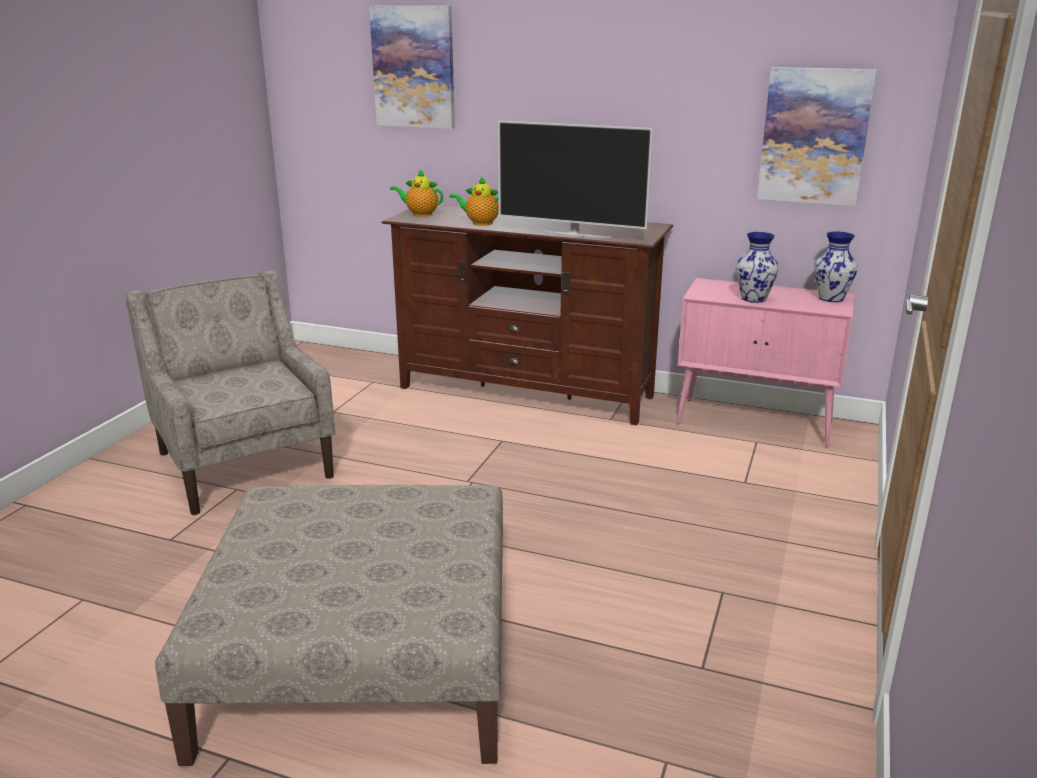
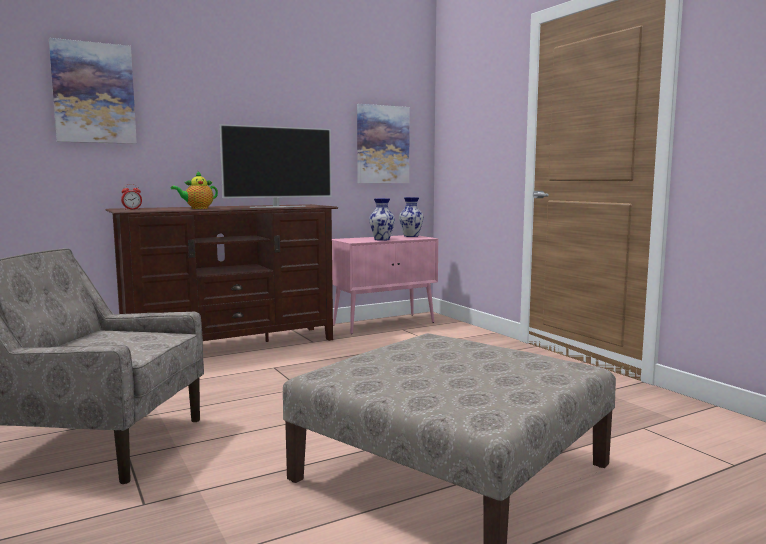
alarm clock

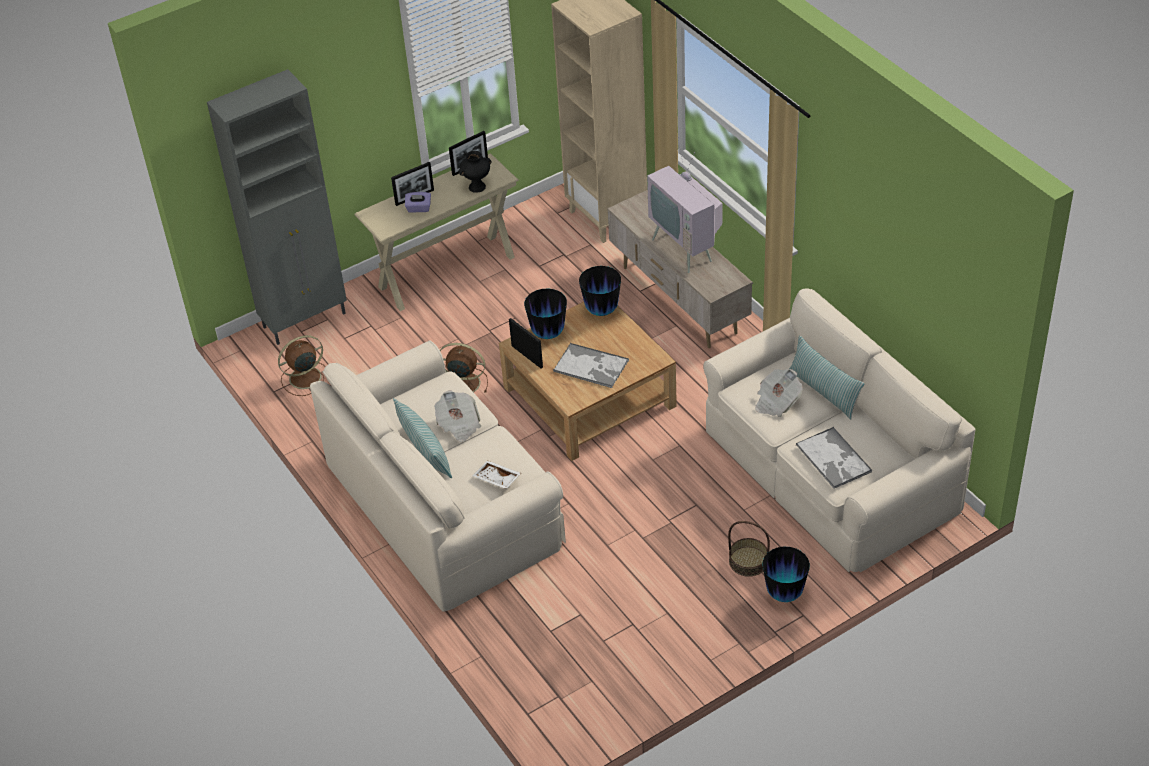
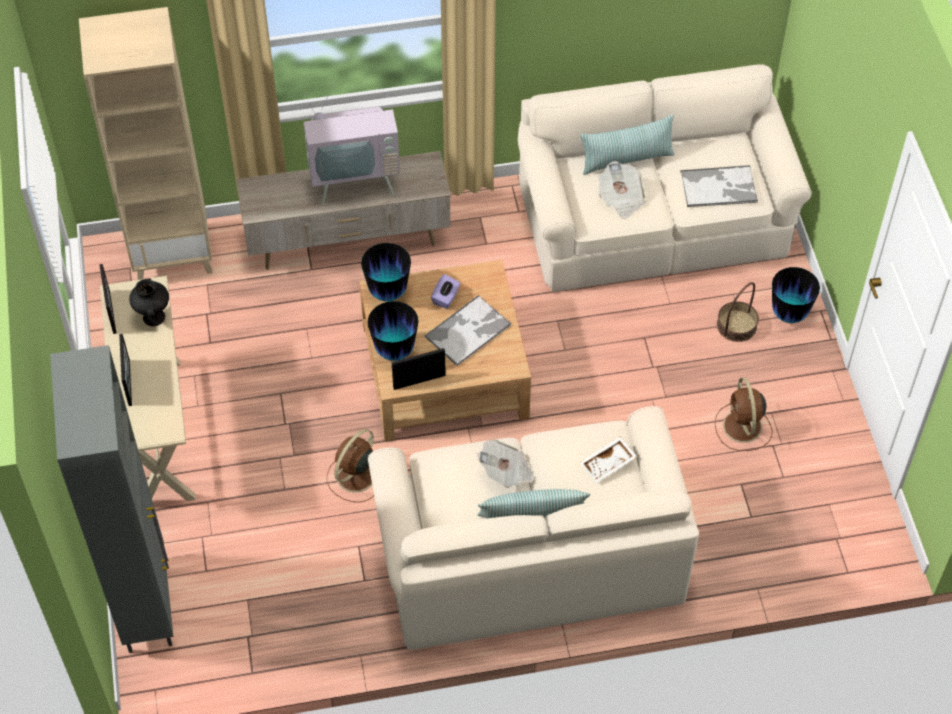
fan (brown) (2nd from left)
tissue box (purple)

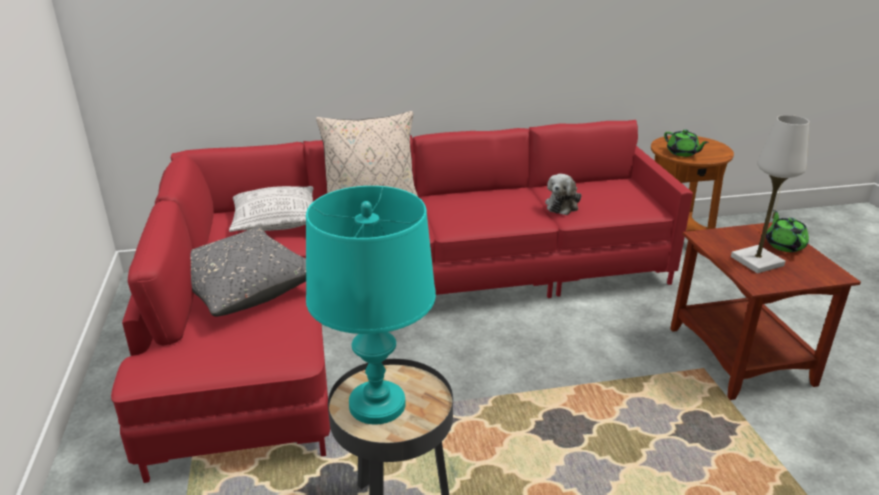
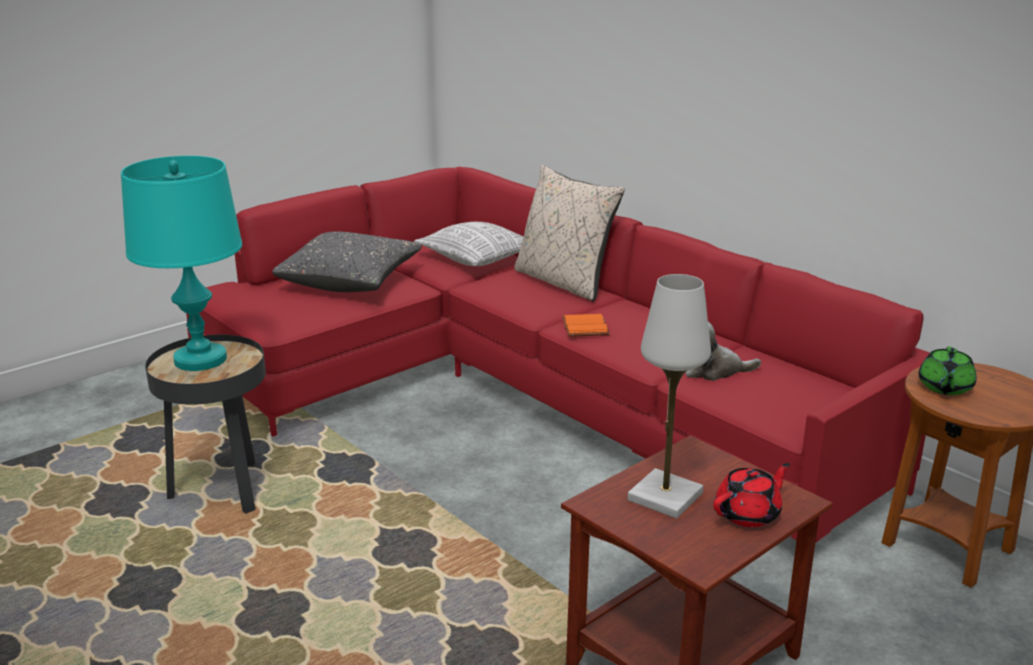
book (orange)
teapot (red)

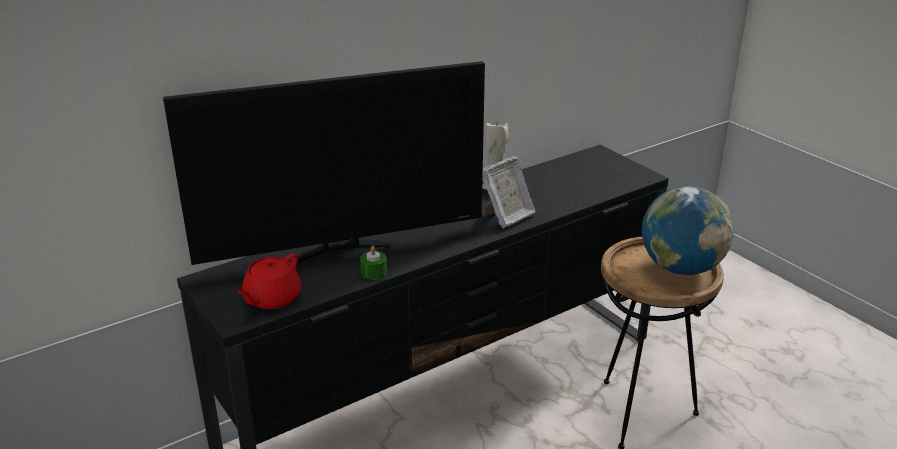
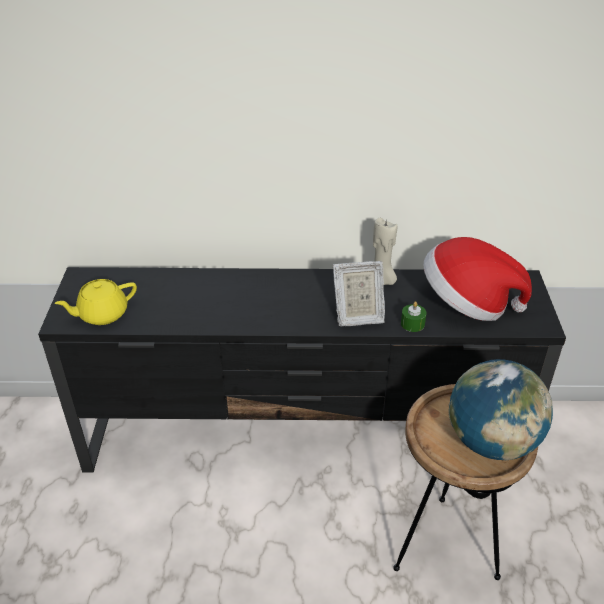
television
hat
candle (green)
teapot (yellow)

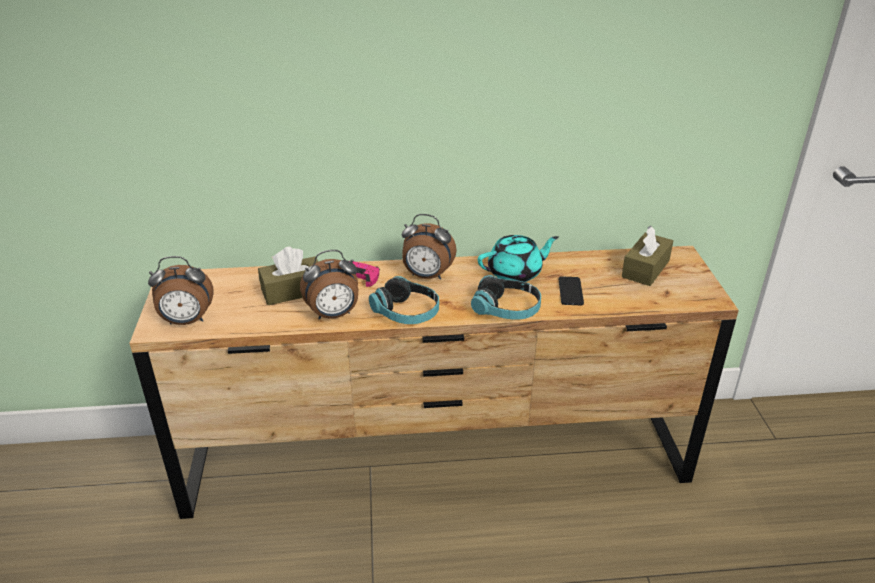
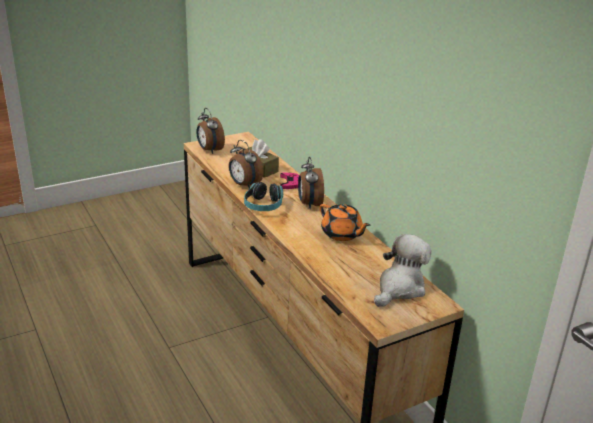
headphones (2nd from left in the first image)
phone
plush toy
teapot (orange)

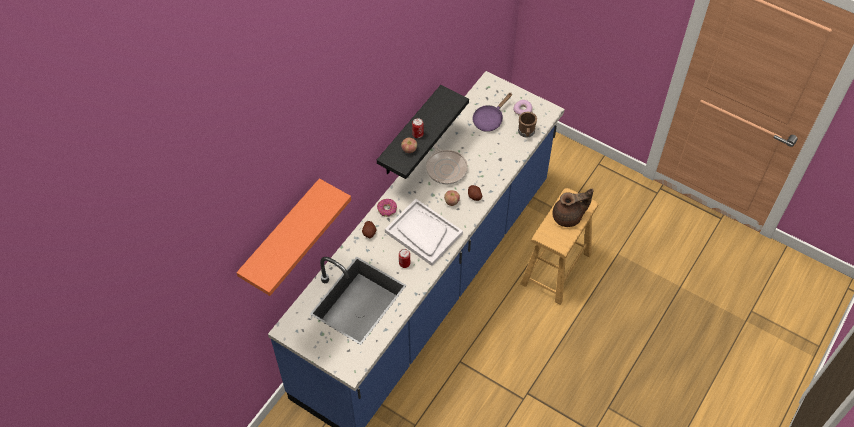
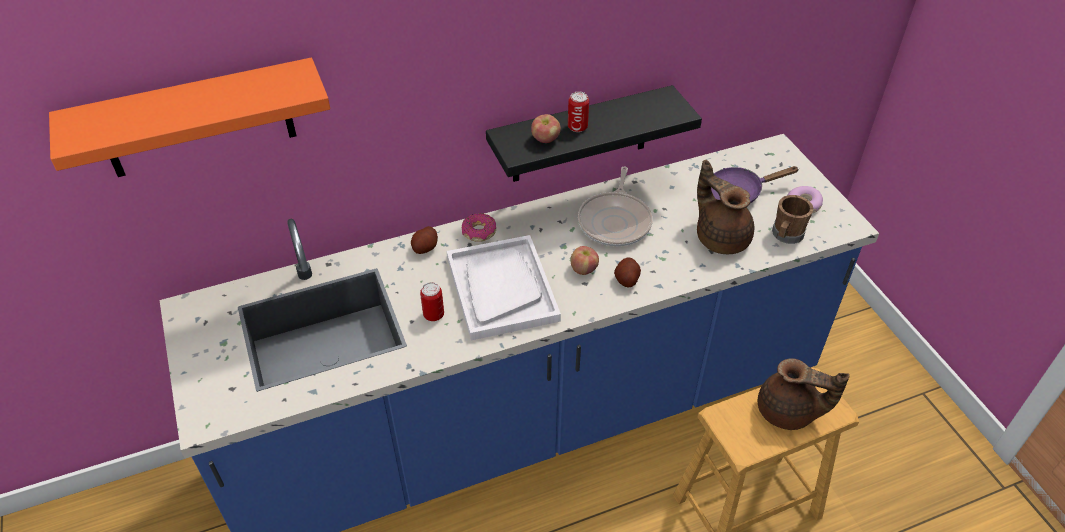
teapot (brown) (1st from left)

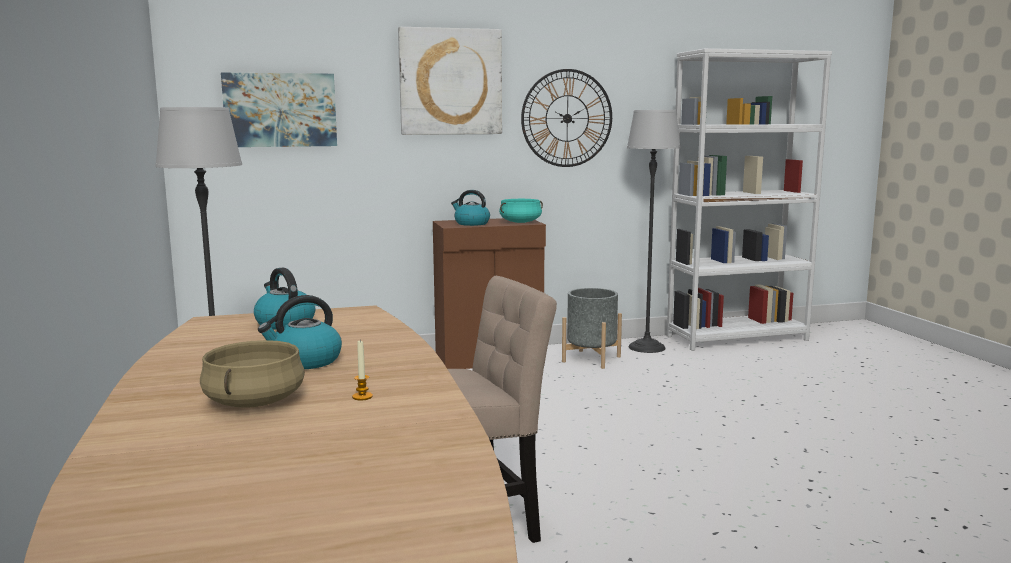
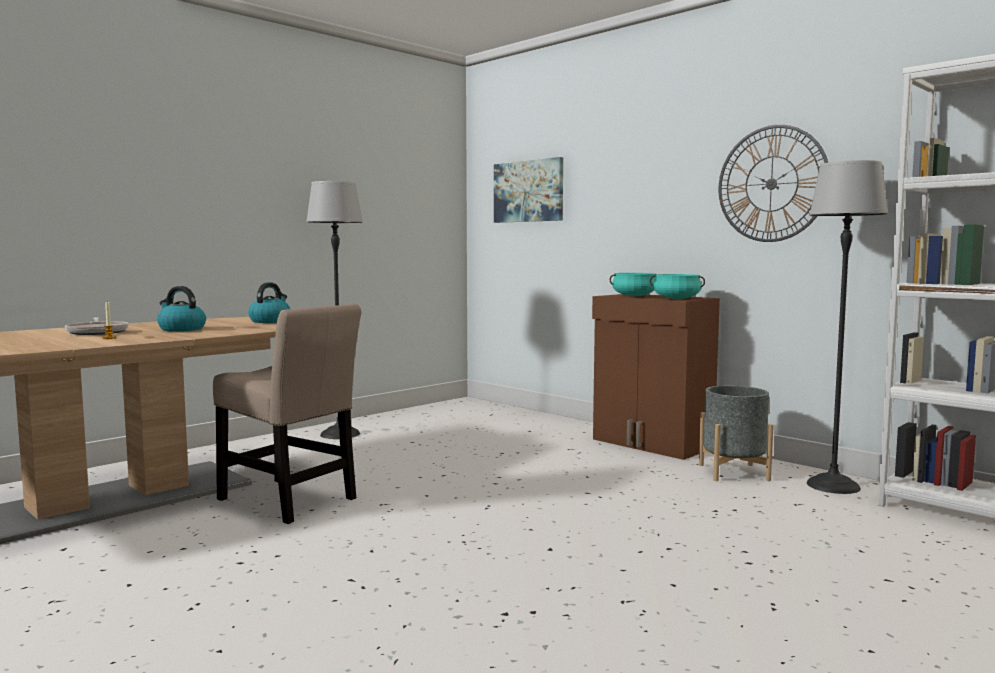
picture (2nd from left in the first image)
frying pan
cooking pot (turquoise) (1st from left)

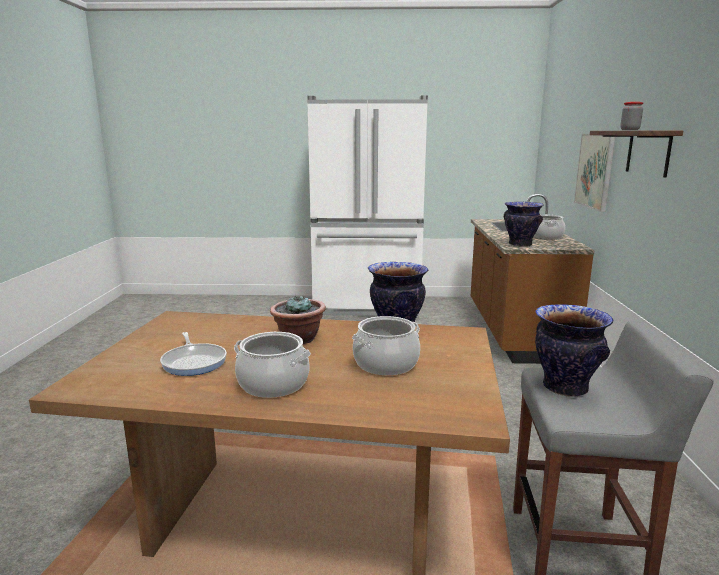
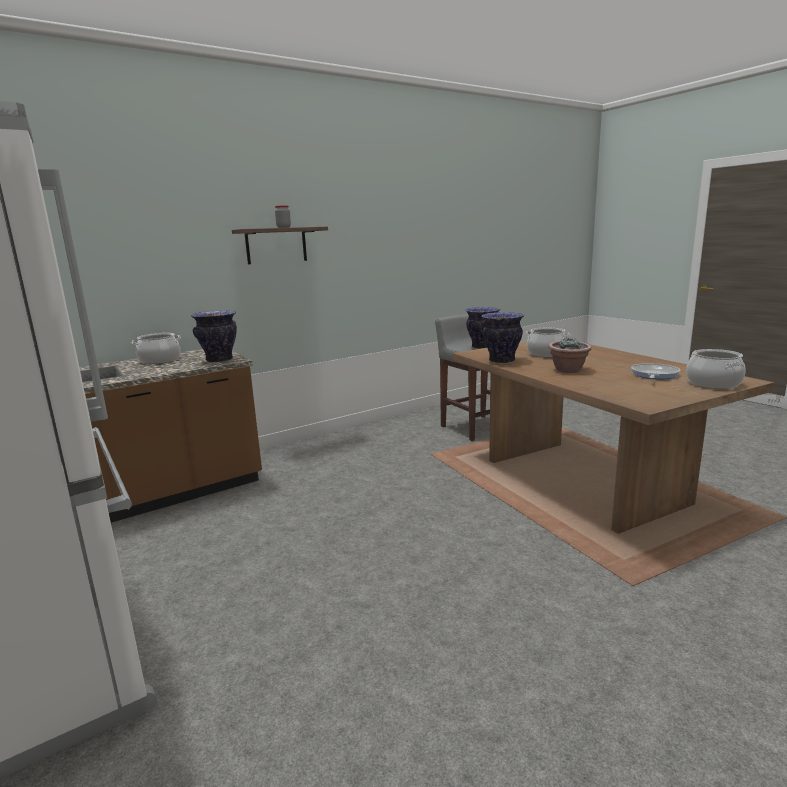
picture
cooking pot (3rd from left)

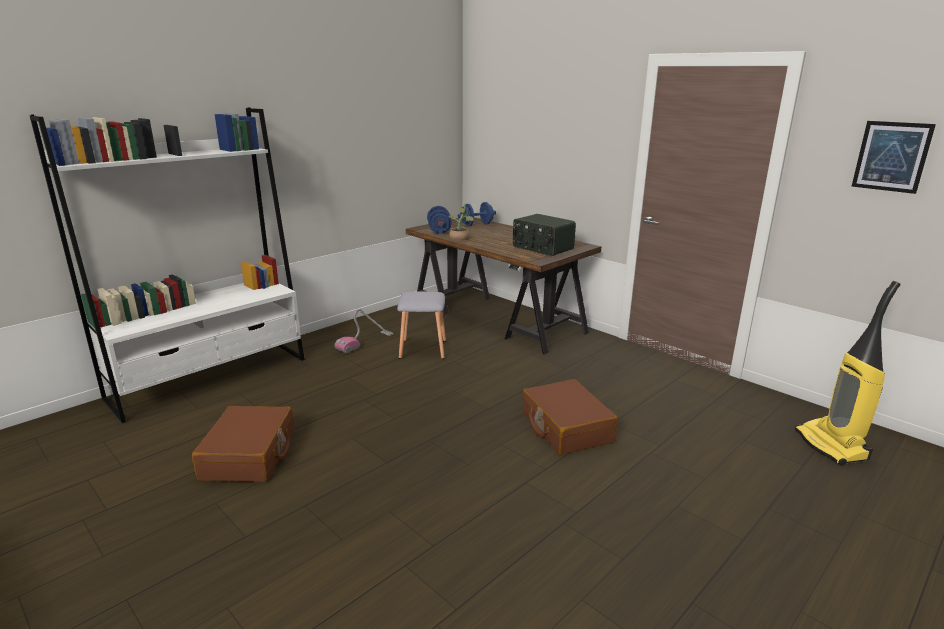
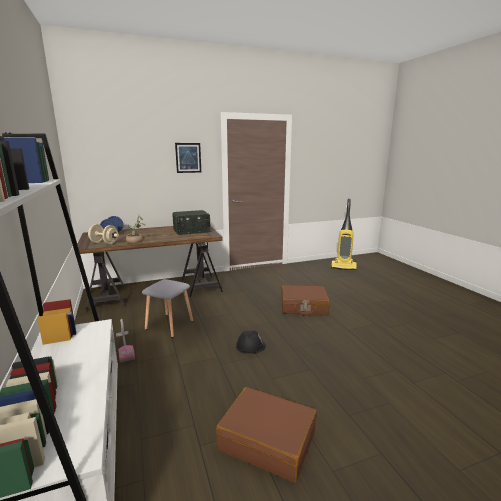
hard hat (black)
picture
dumbbell (beige)

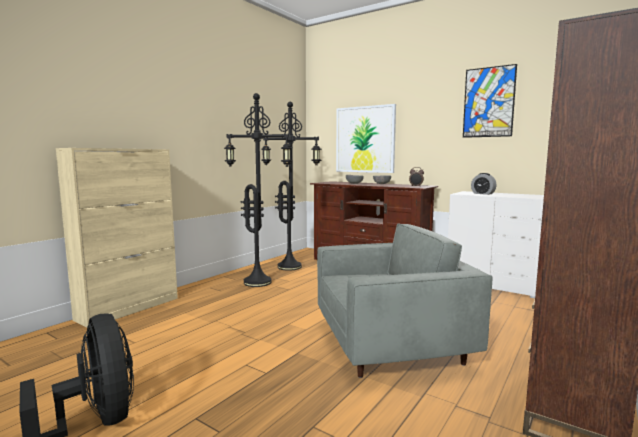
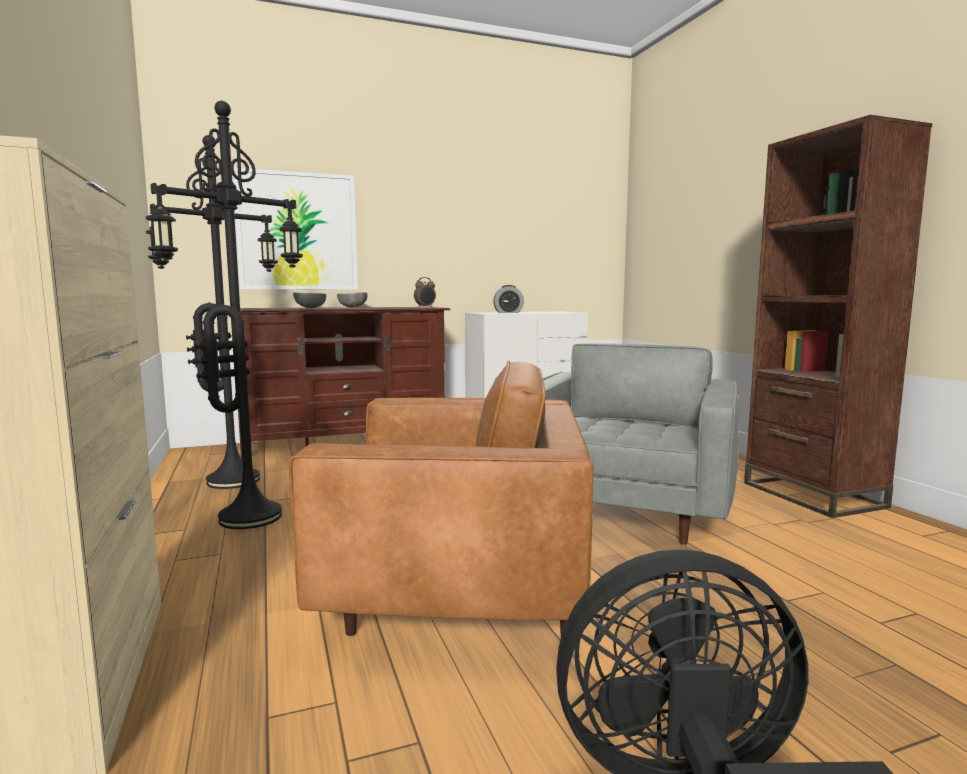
picture (2nd from left in the first image)
armchair (brown)

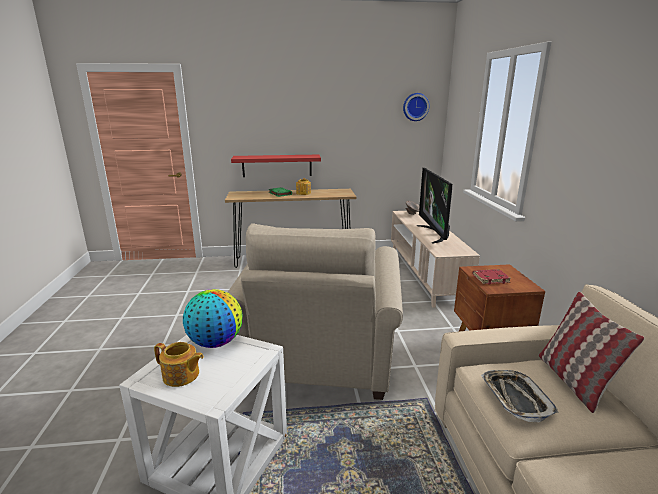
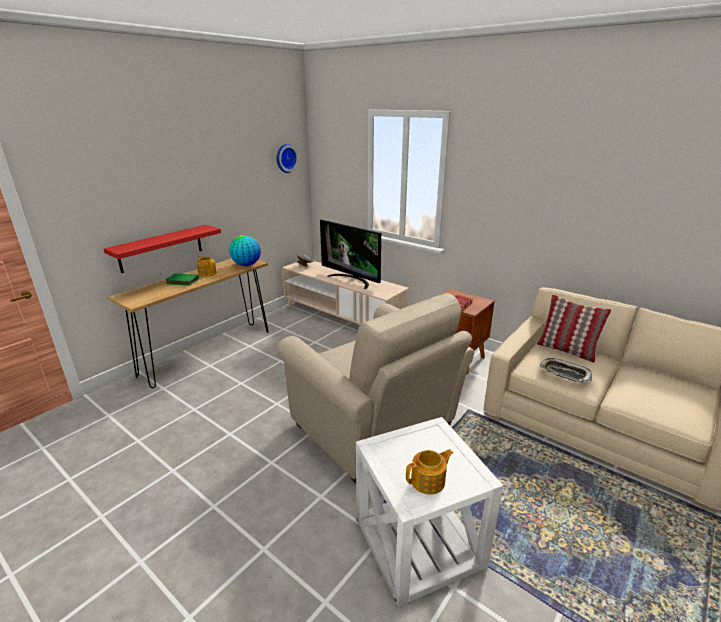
globe

